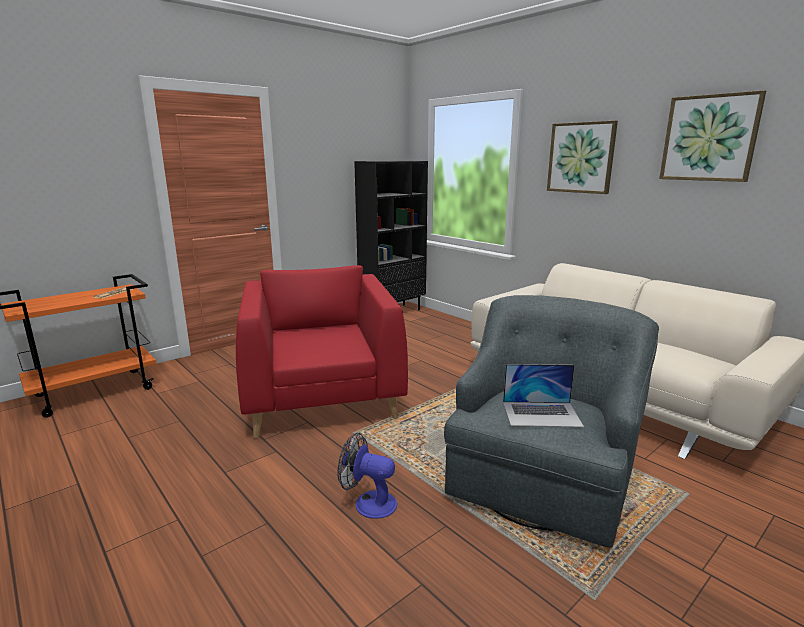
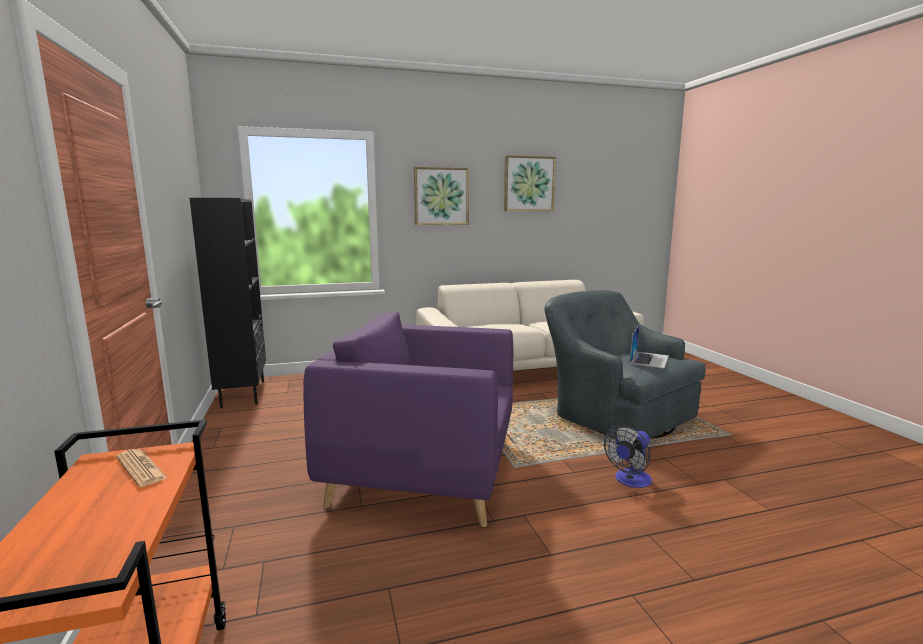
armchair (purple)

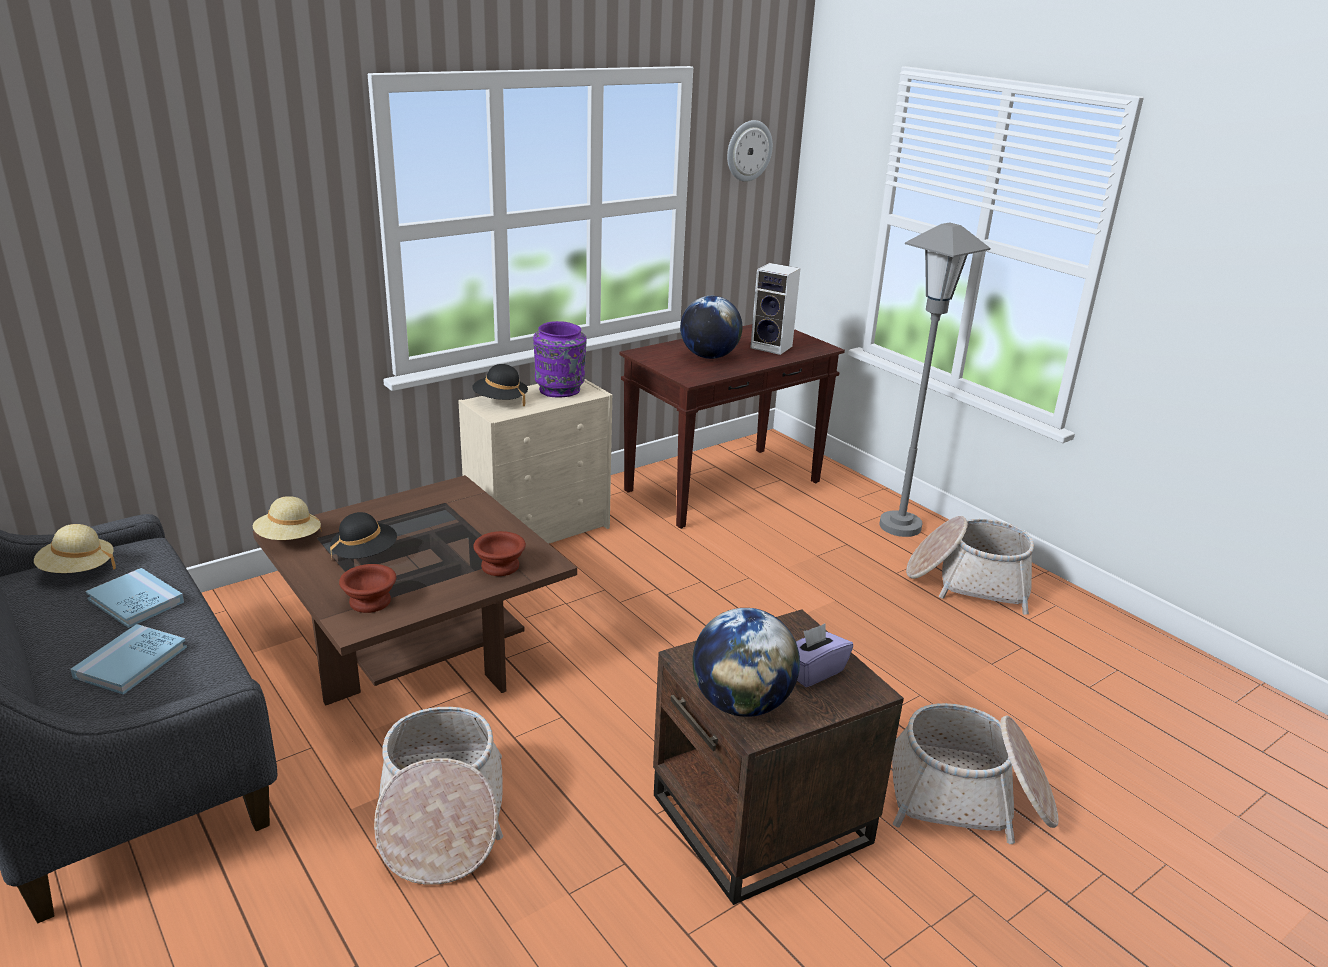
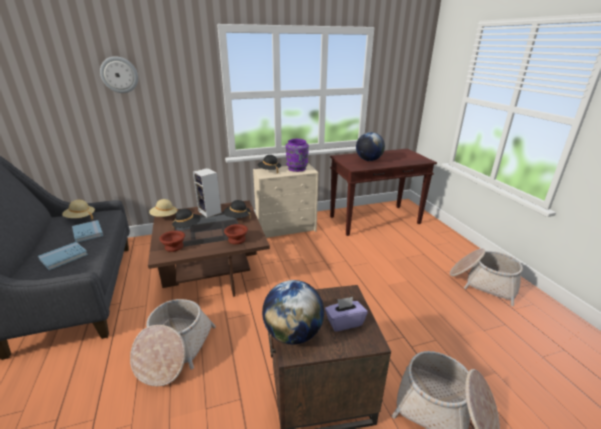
floor lamp (grey)
hat (black) (2nd from left)
wall clock
speaker

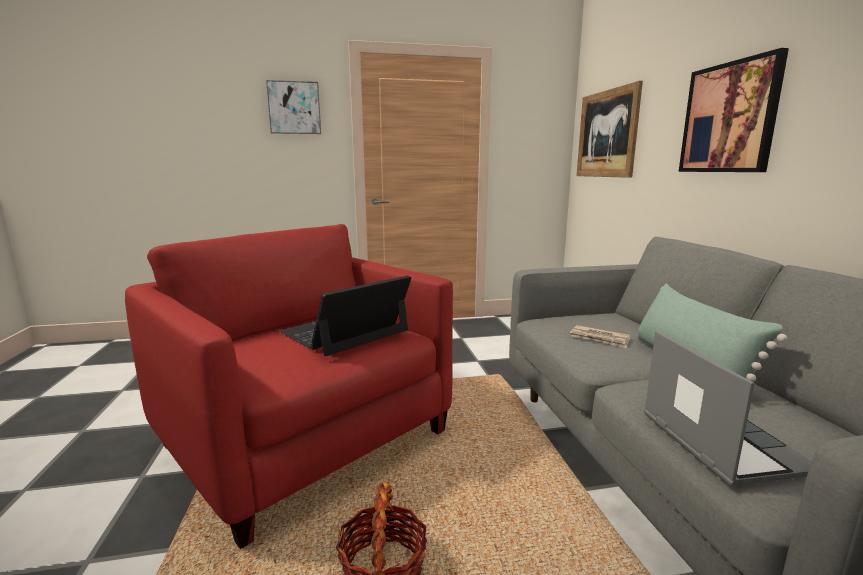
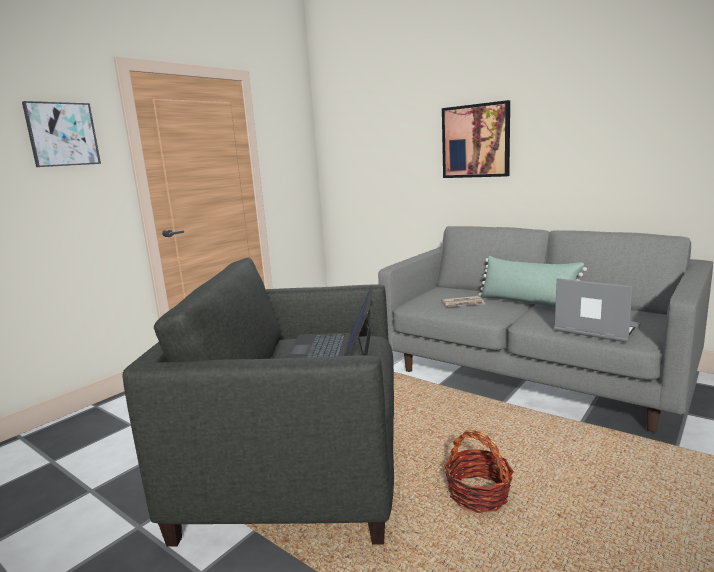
picture (2nd from left in the first image)
armchair (grey)

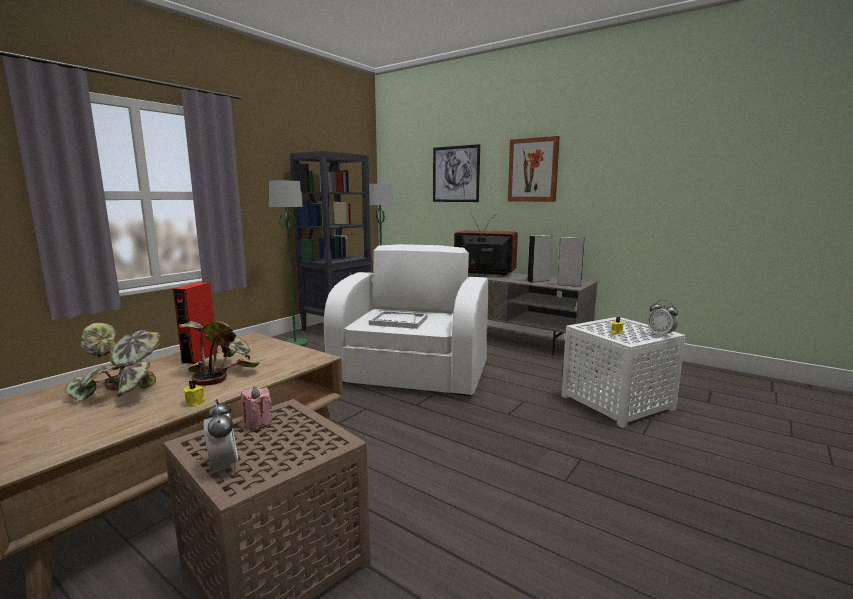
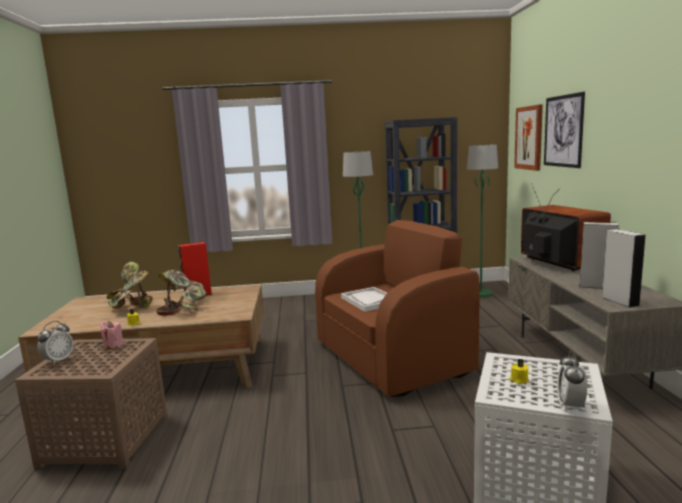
picture (1st from left)
armchair (brown)

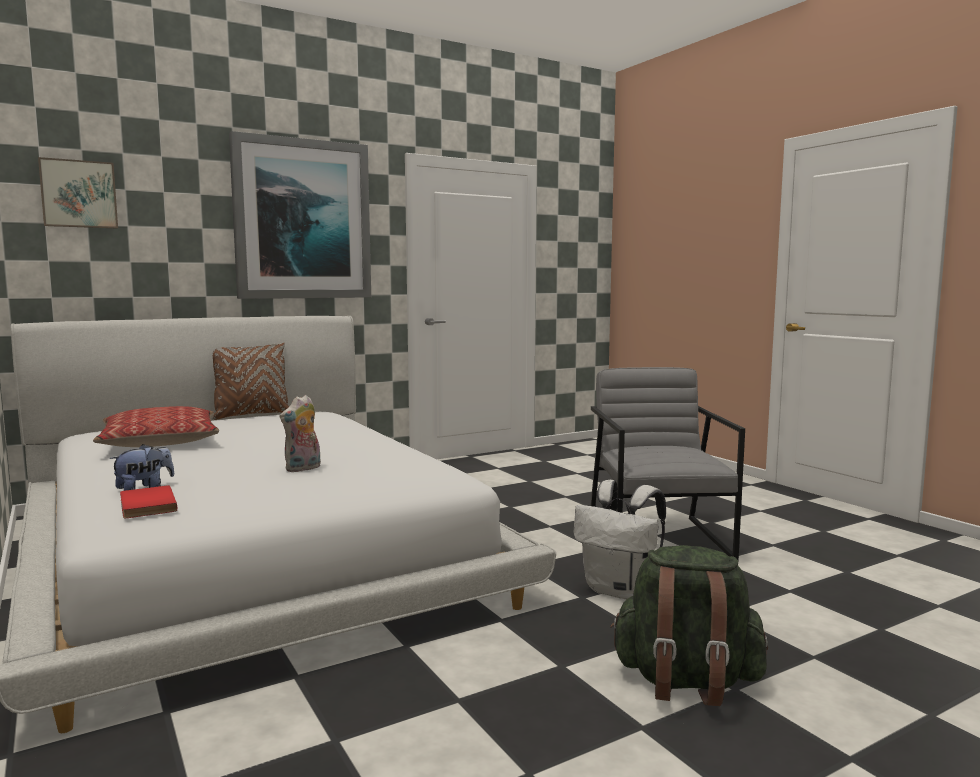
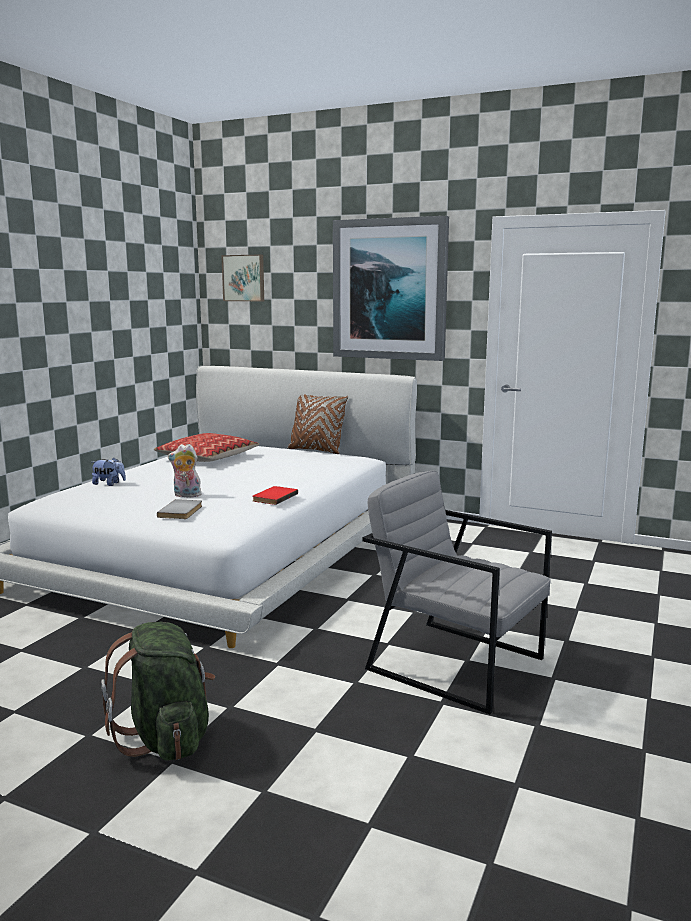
backpack (white)
book (grey)
book (red)
armchair (grey)

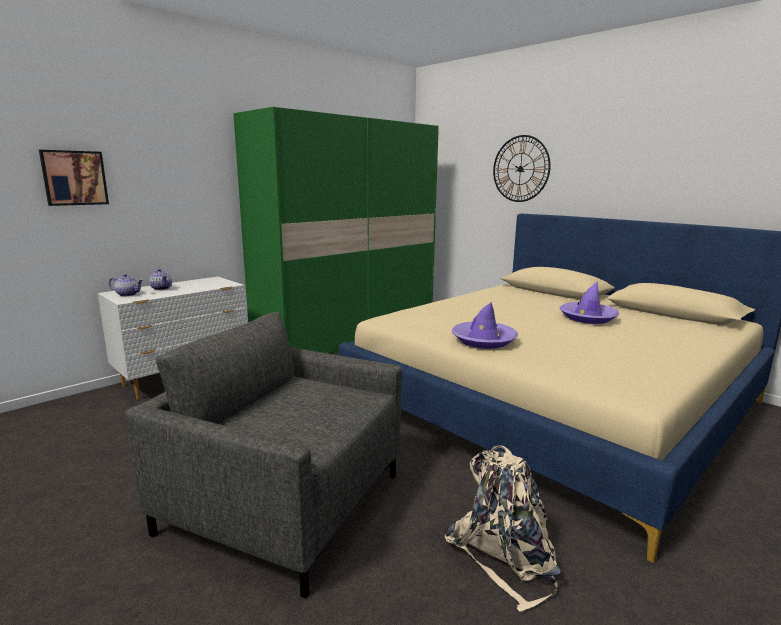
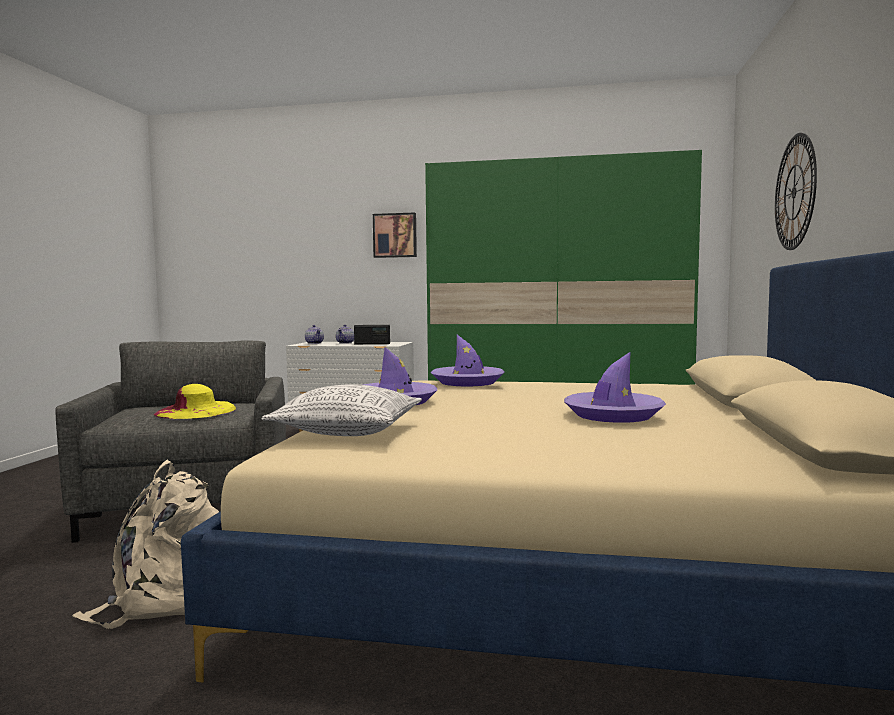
hat (yellow)
pillow
radio
hat (purple) (2nd from left)
picture

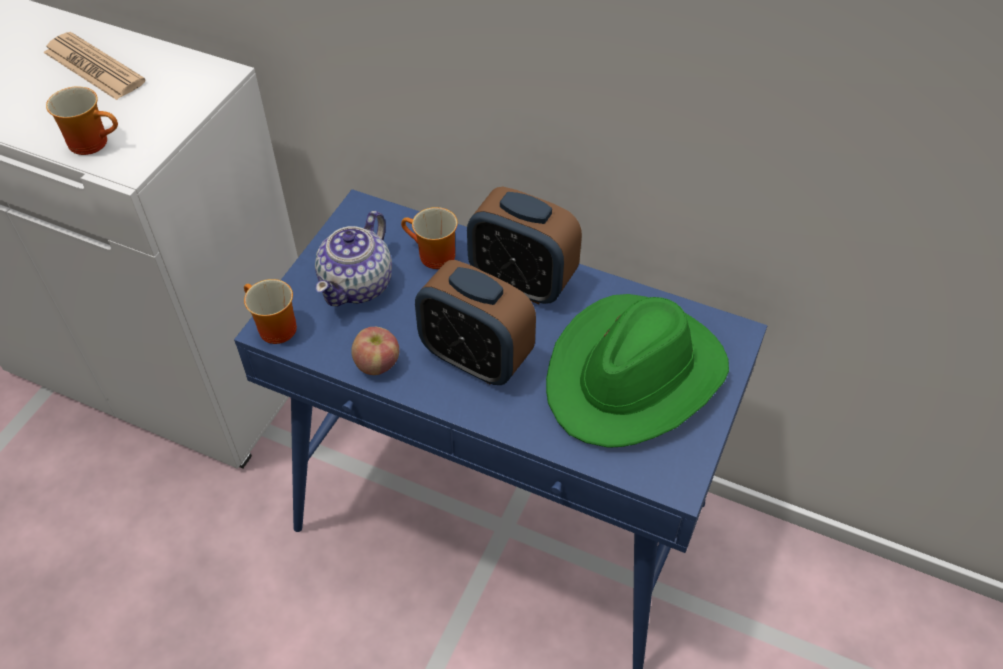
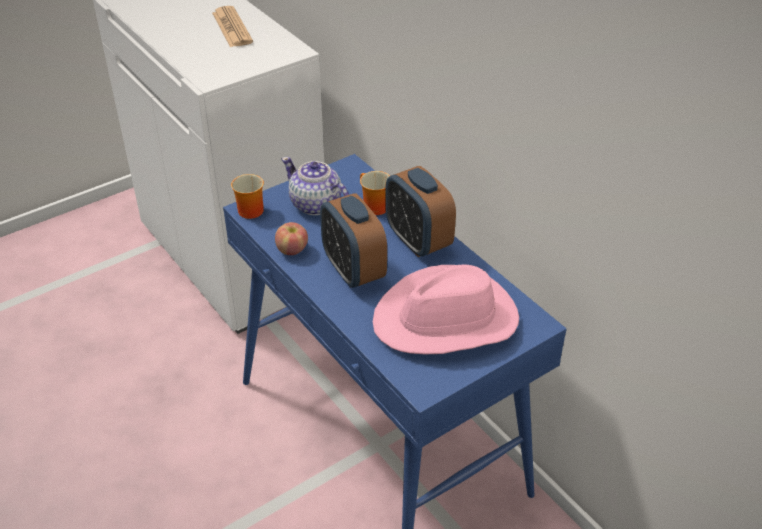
mug (1st from left in the first image)
hat (pink)
teapot

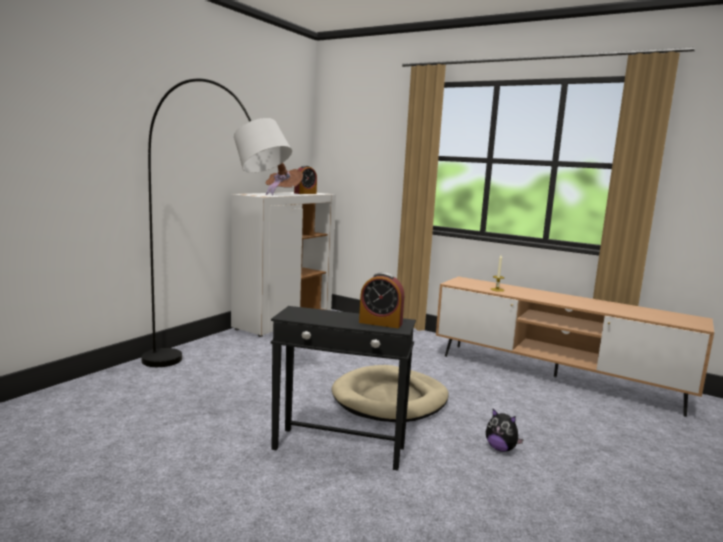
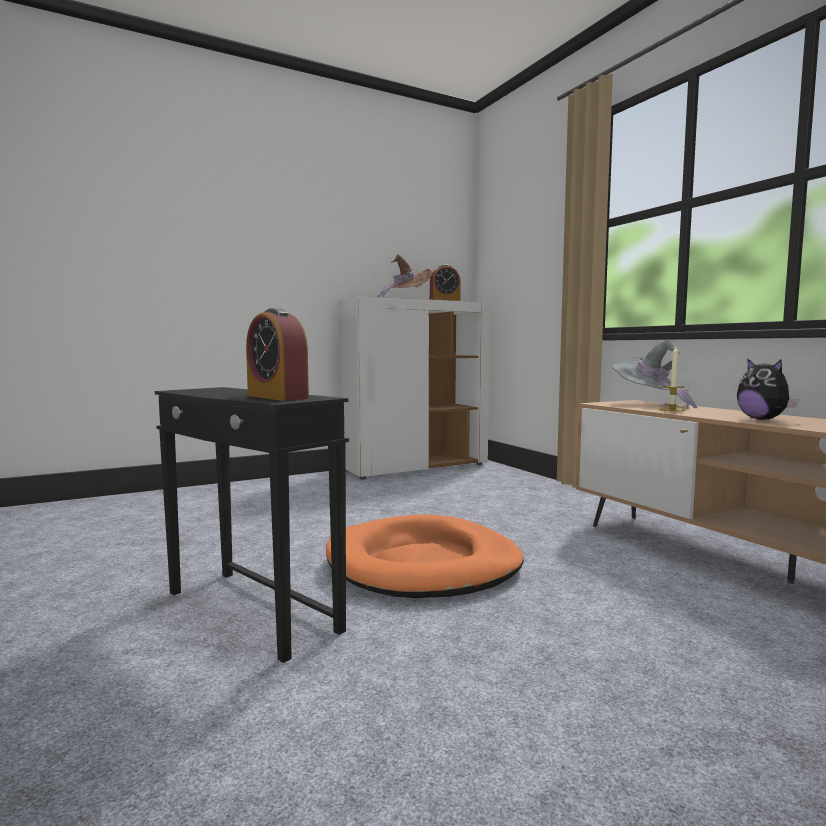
floor lamp (grey)
hat (grey)
plush toy
dog bed (orange)

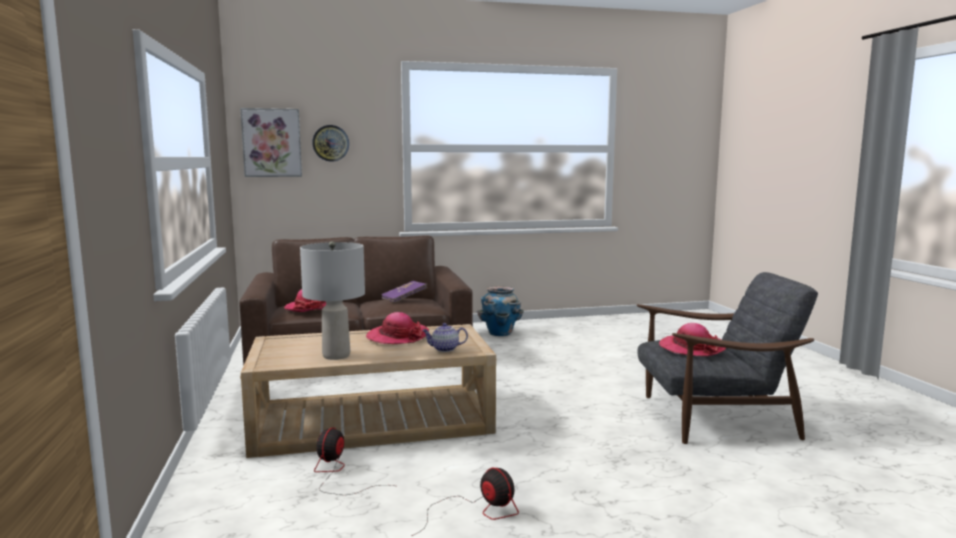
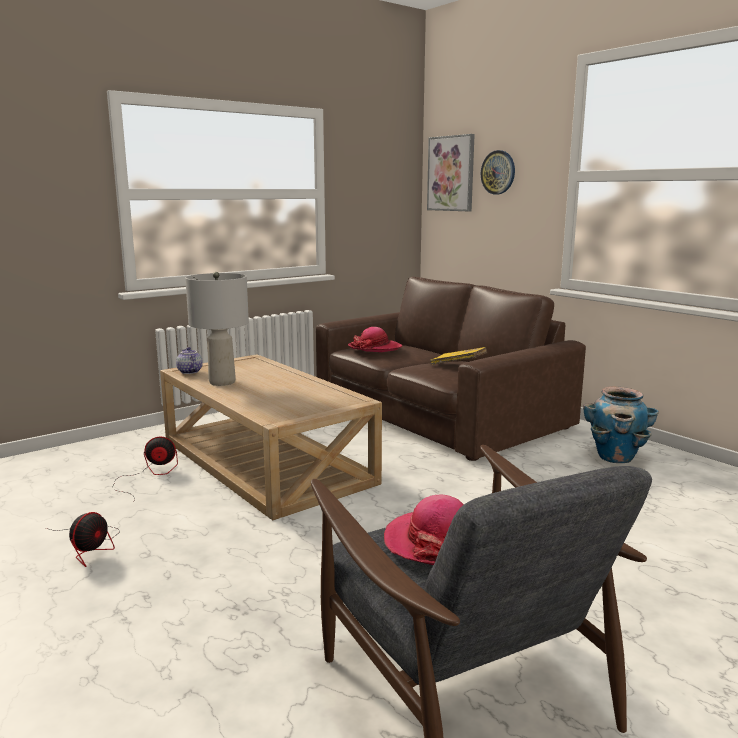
hat (2nd from left in the first image)
teapot
book (yellow)

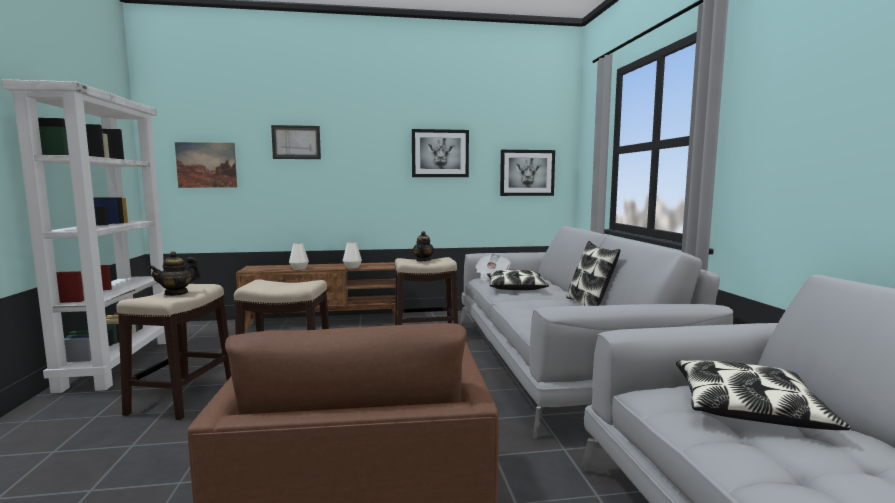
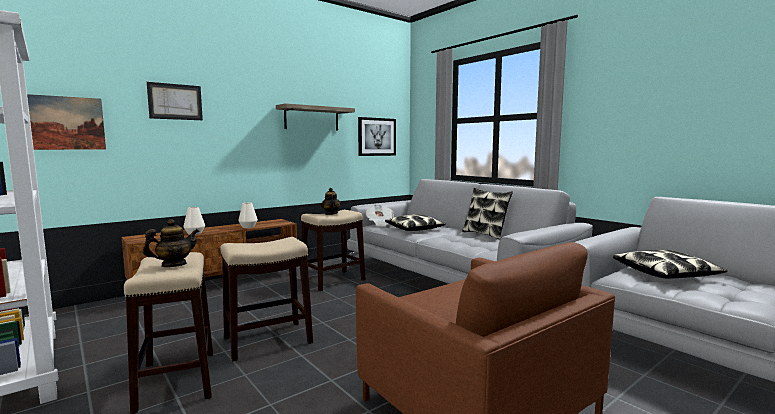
shelf
teapot (1st from left)

